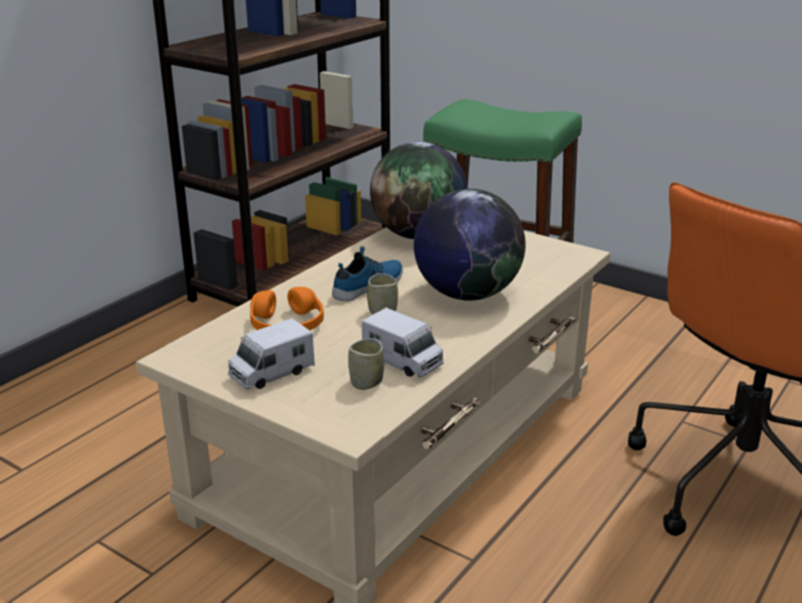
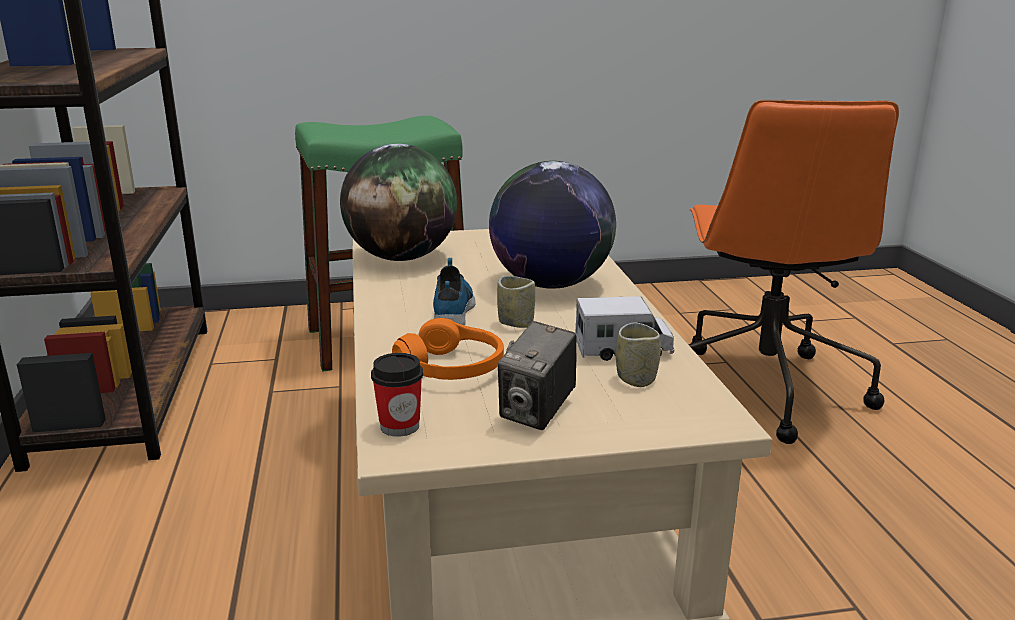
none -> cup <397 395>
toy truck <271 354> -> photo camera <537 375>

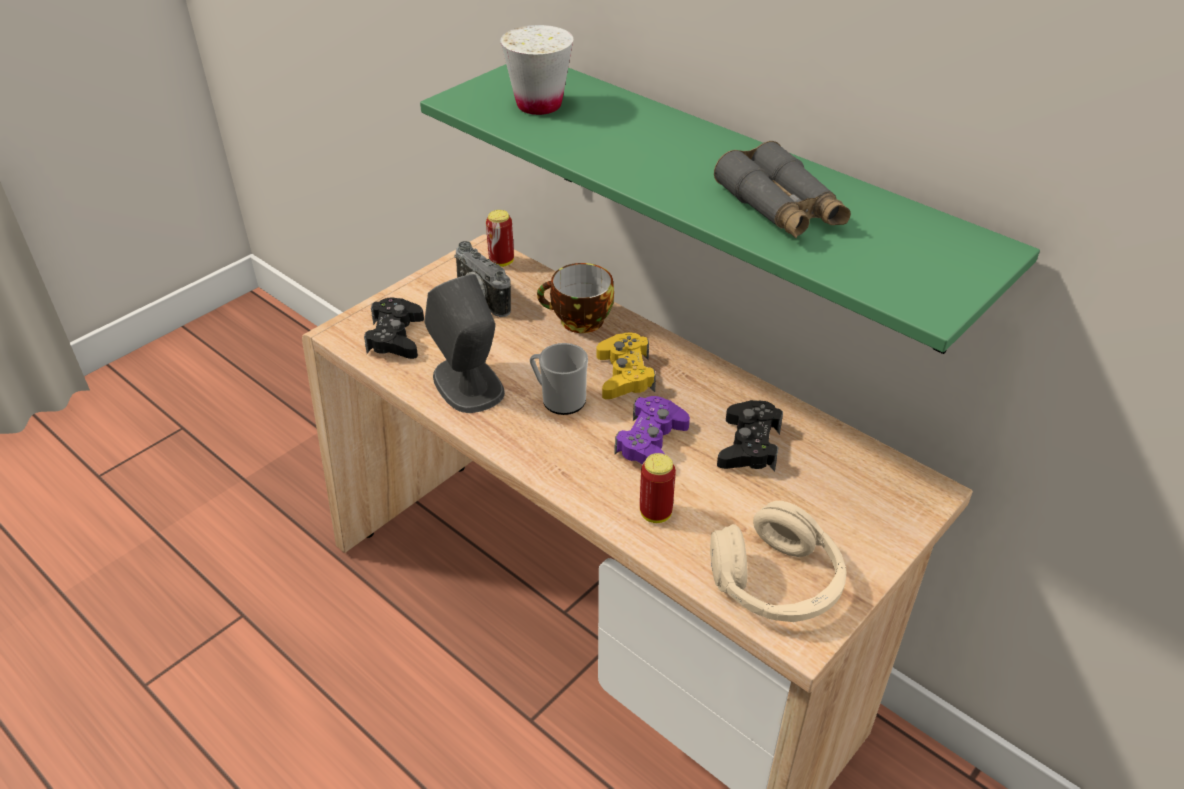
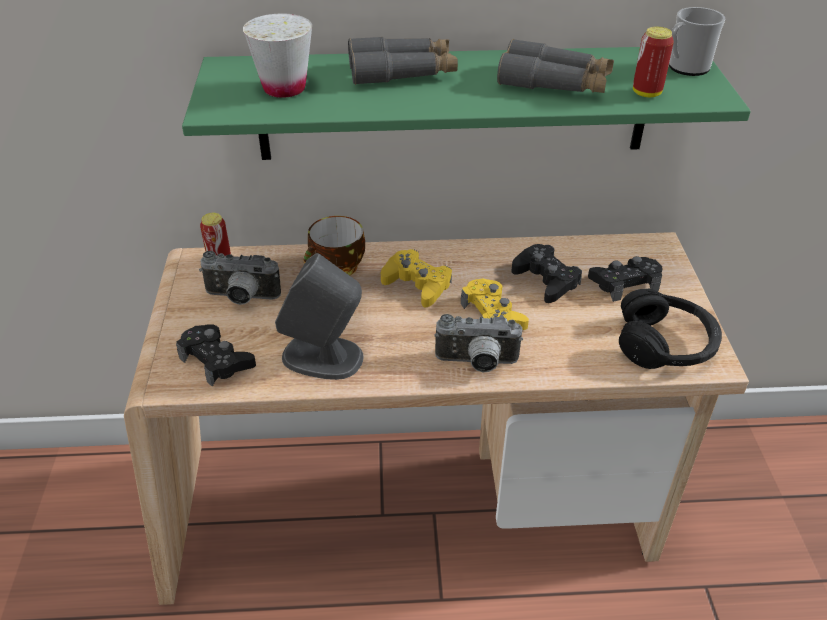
none -> binoculars/grey <403 61>
none -> photo camera <478 343>
none -> game controller/black <625 279>
mug <559 379> -> mug <697 41>, move
can <658 488> -> can <653 62>, move
game controller/purple <652 430> -> game controller/yellow <495 304>
headphones/beige <778 561> -> headphones/black <670 328>

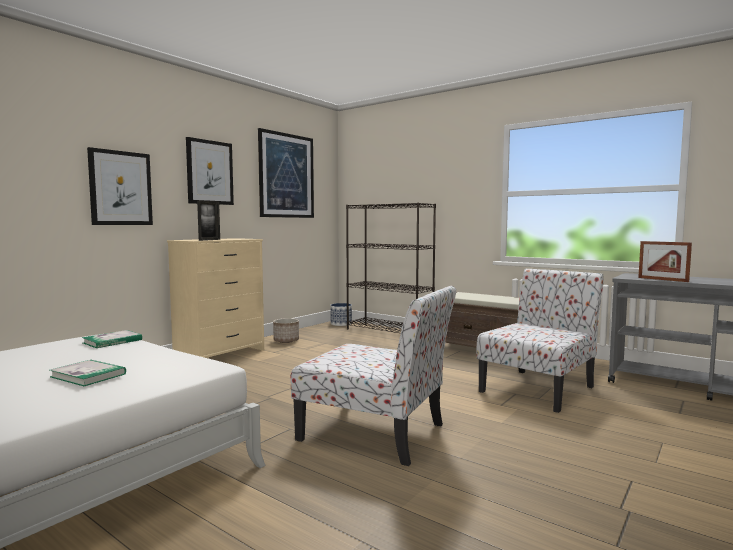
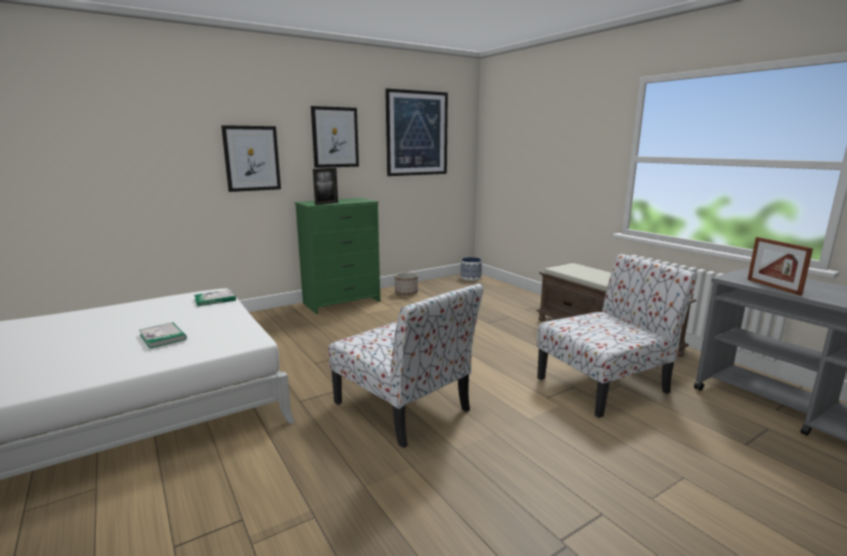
bookcase/black <391 268> -> none
dresser/beige <215 298> -> dresser/green <337 256>

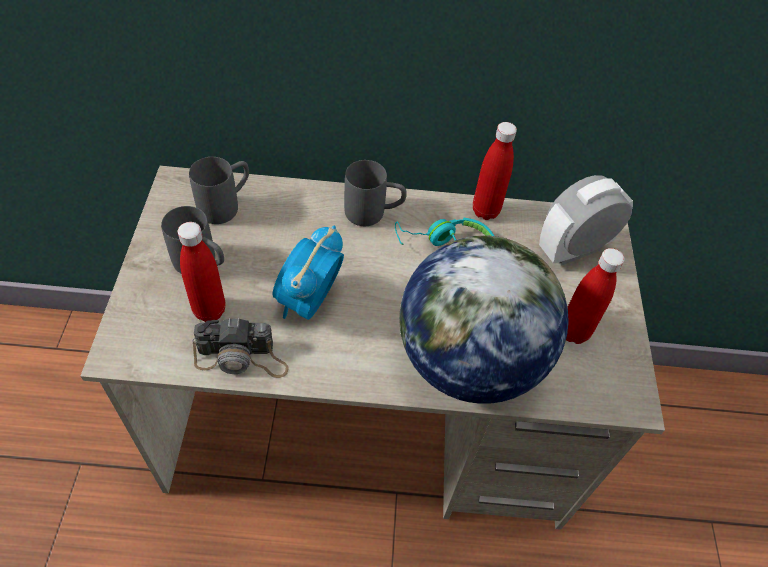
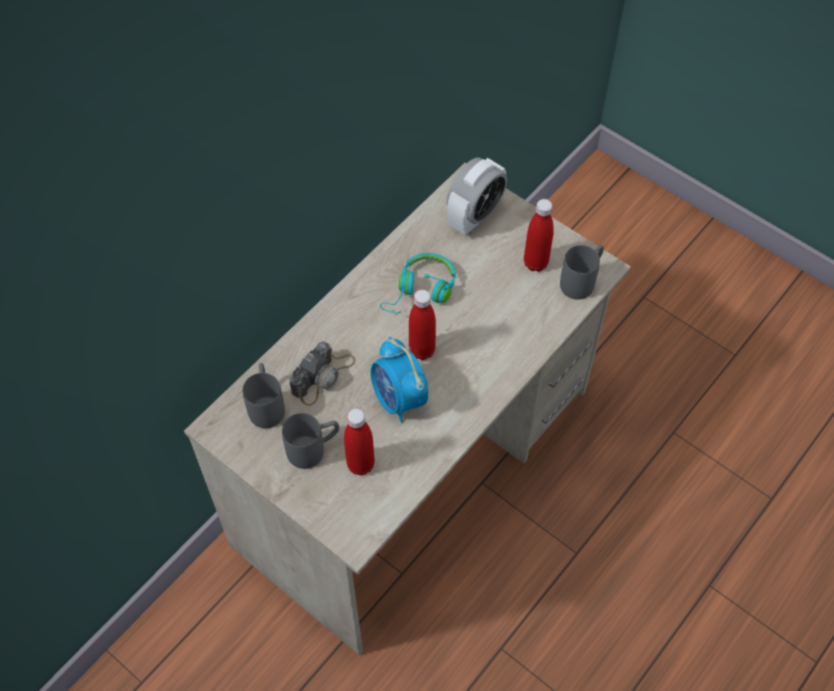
globe <484 319> -> none
photo camera <240 348> -> photo camera <323 373>, move
mug/grey <375 193> -> mug/grey <582 272>, move
bottle/red <495 171> -> bottle/red <422 324>, move
alarm clock <586 220> -> alarm clock <477 196>, 150 degrees counterclockwise

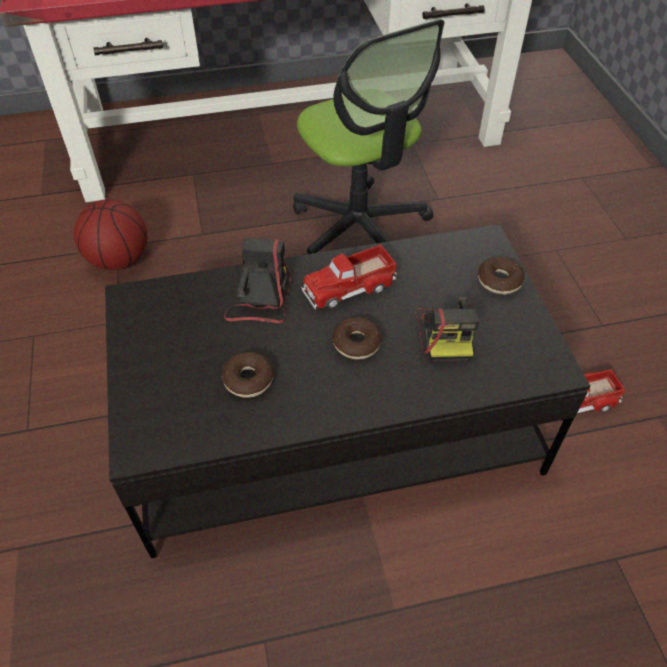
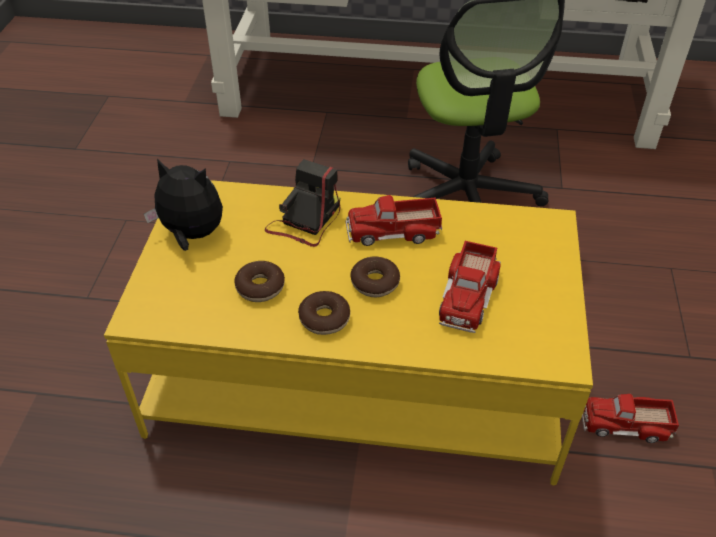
basketball <110 235> -> none
none -> plush toy <183 205>
donut <501 276> -> donut <324 313>, move
photo camera <447 329> -> toy truck <470 287>
coffee table/black <347 391> -> coffee table/yellow <348 333>

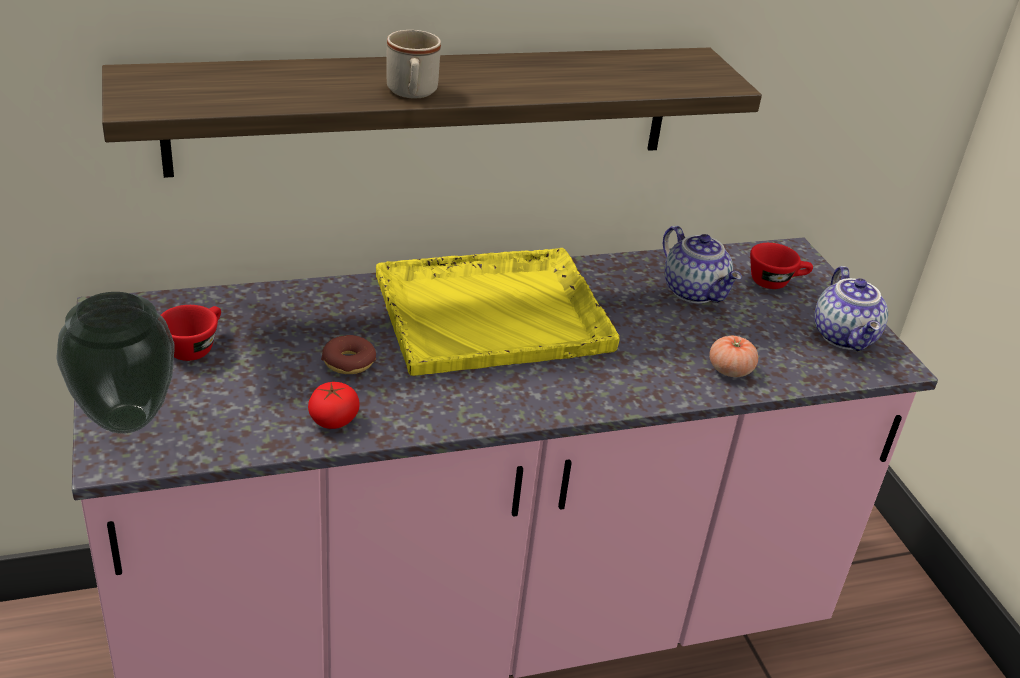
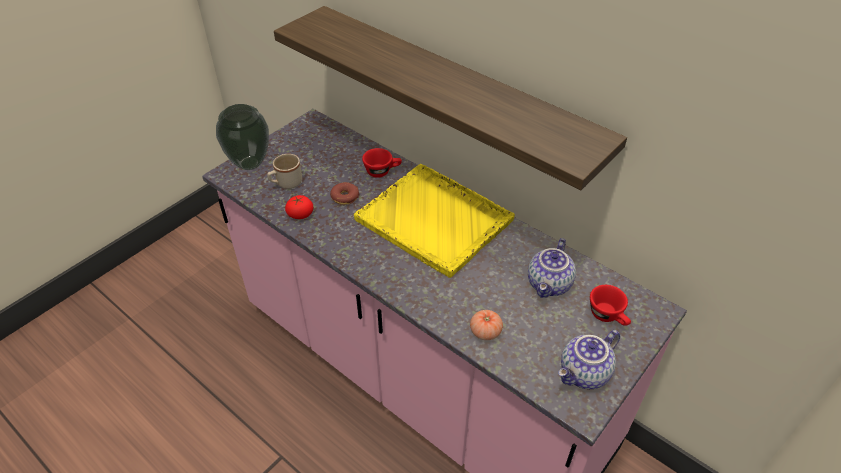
cup/red <191 333> -> cup/red <382 163>, move
mug/beige <414 64> -> mug/beige <284 171>, move

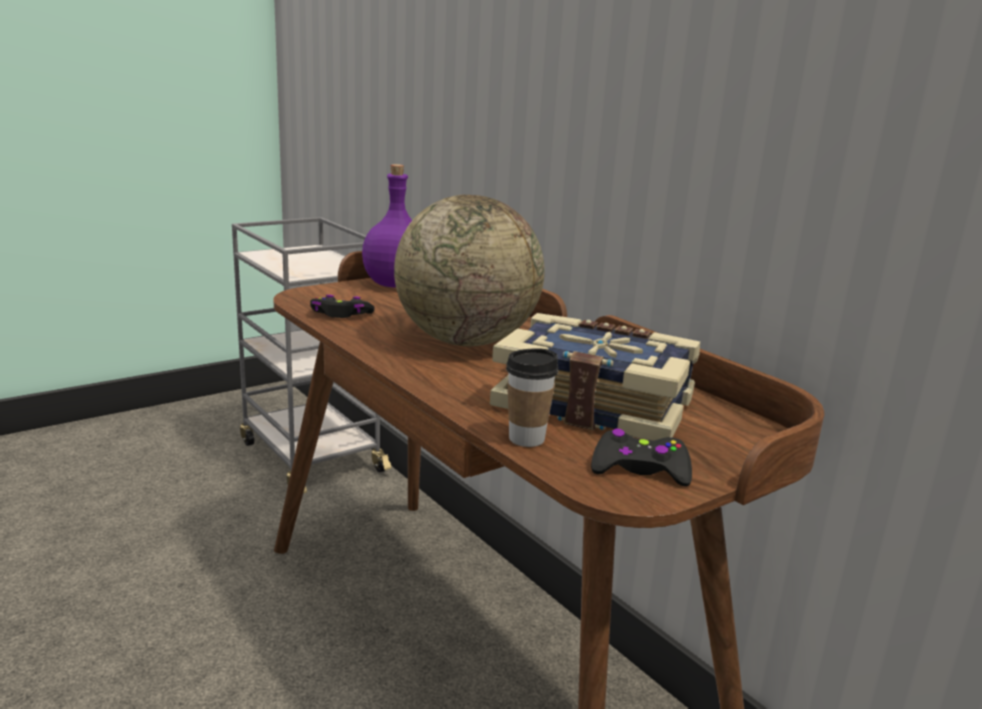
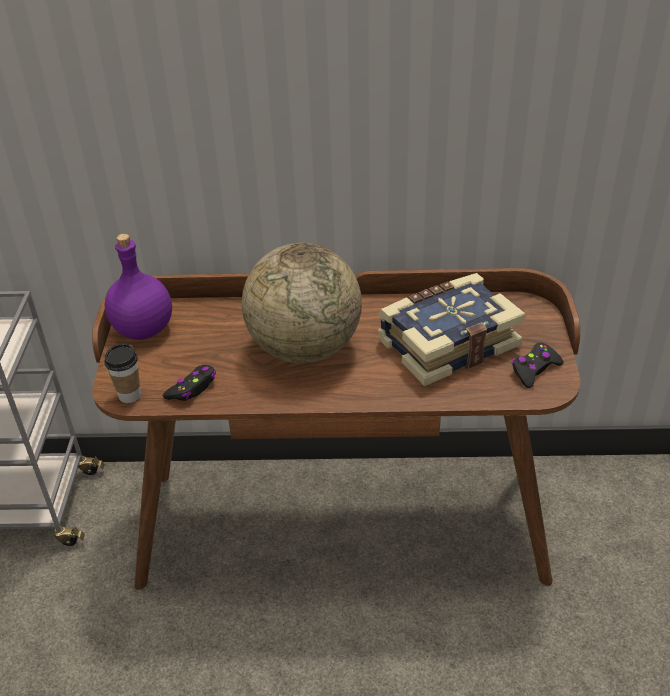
cup <532 397> -> cup <122 373>, move

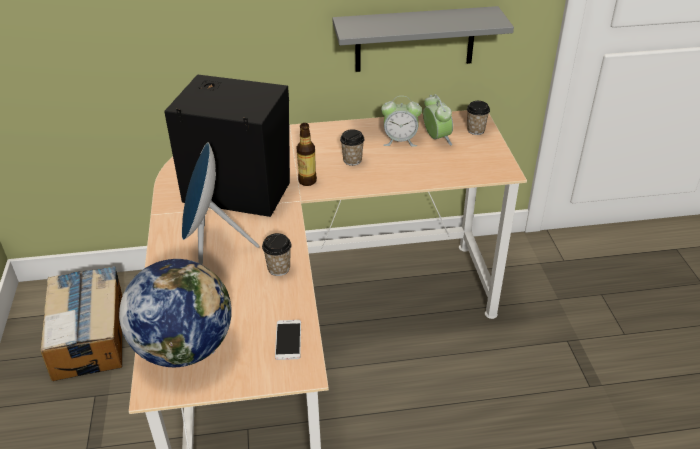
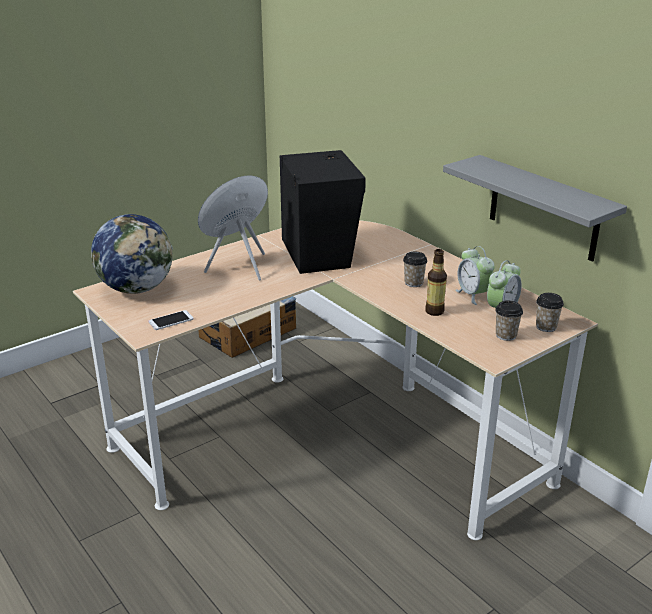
cup <277 254> -> cup <509 321>, move
bottle <306 154> -> bottle <436 282>, move

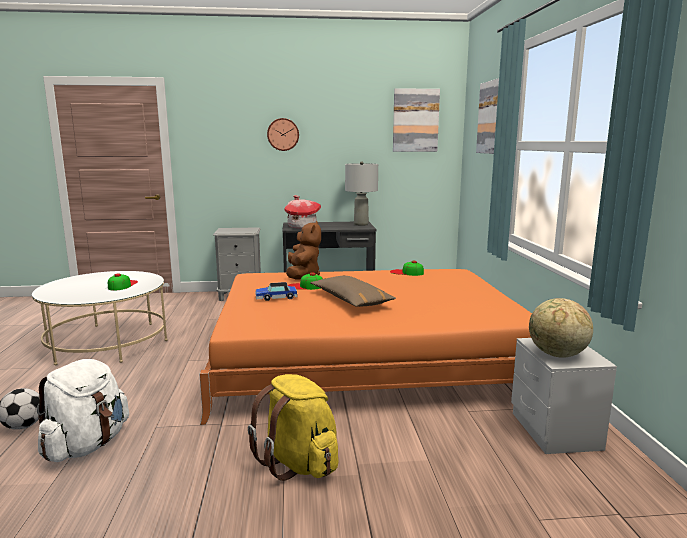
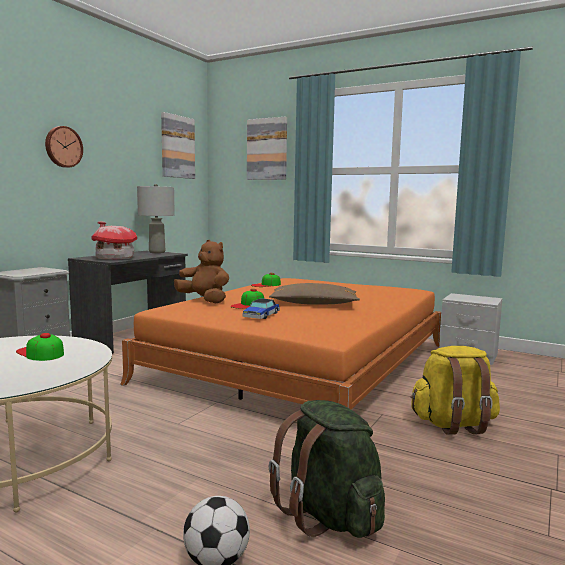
globe <561 328> -> none
backpack/white <83 410> -> backpack/green <327 469>

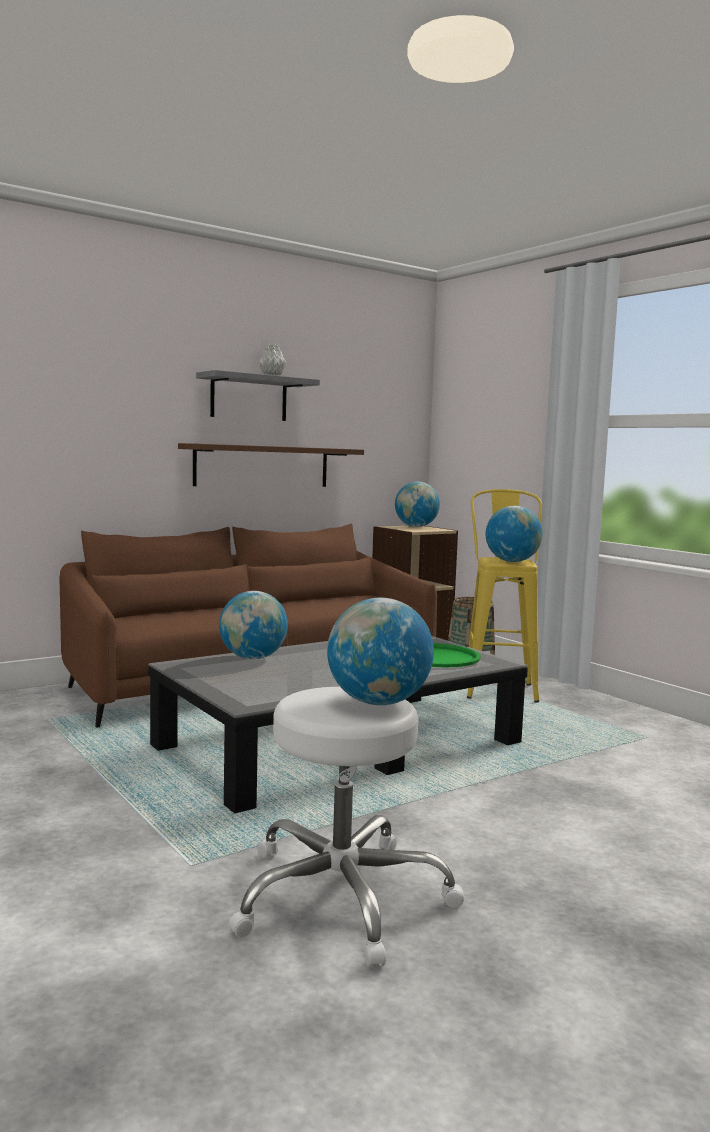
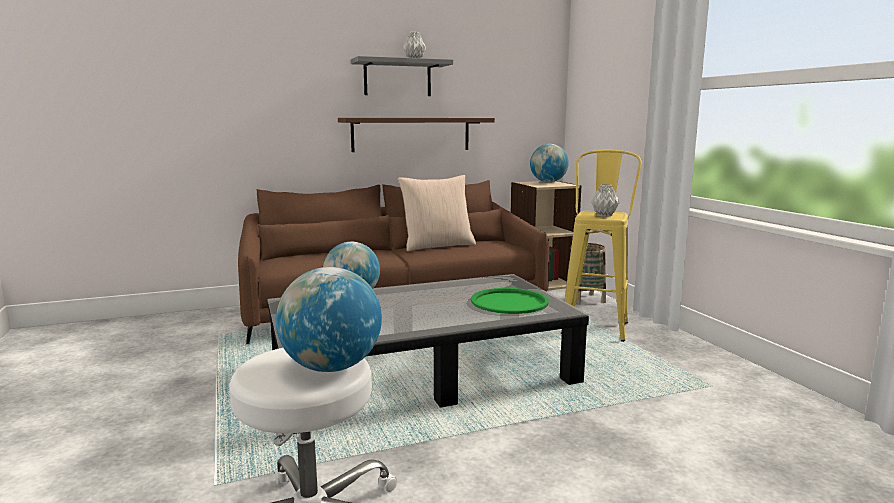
none -> pillow/beige <437 213>
globe <514 534> -> vase/grey <605 200>

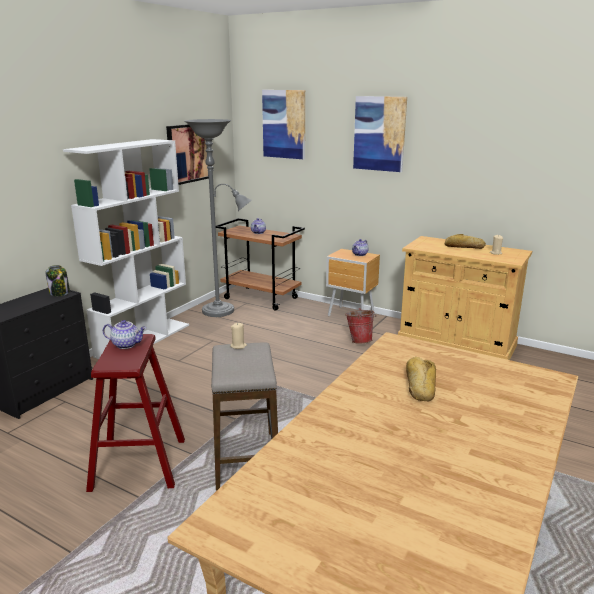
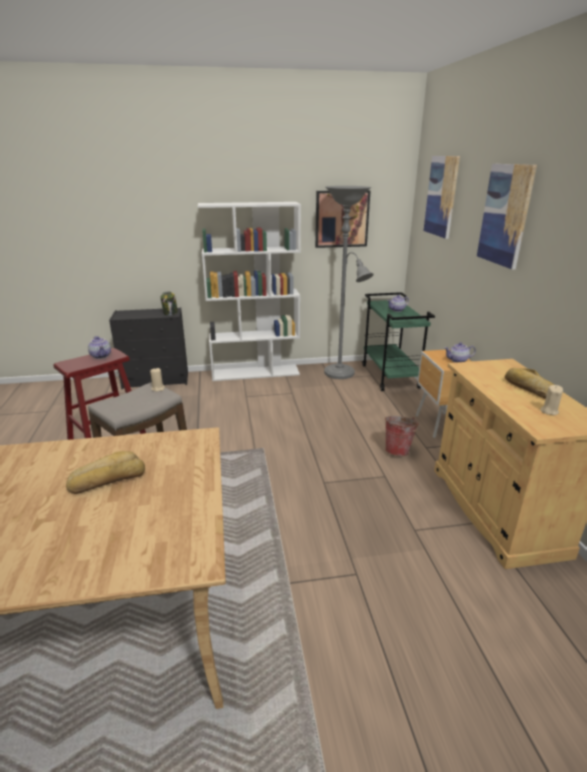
cart/brown <260 264> -> cart/green <398 341>

